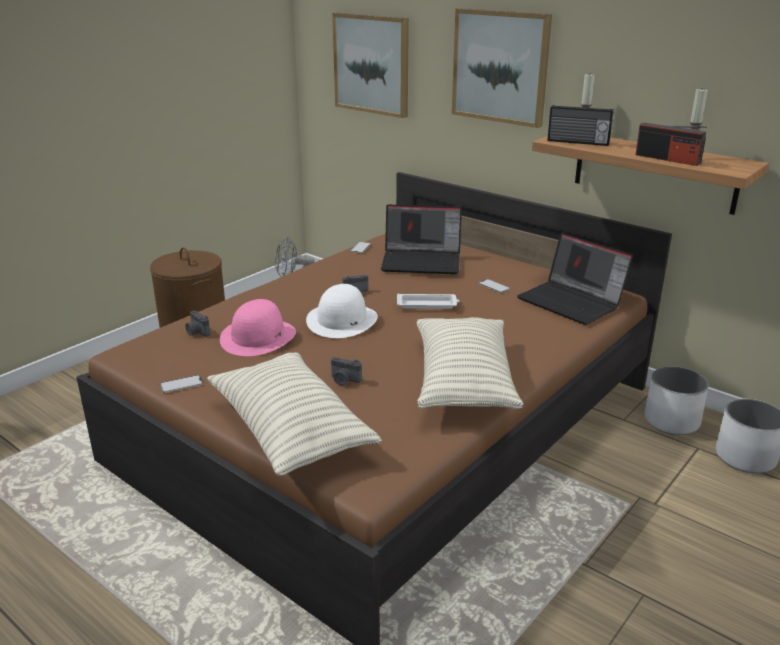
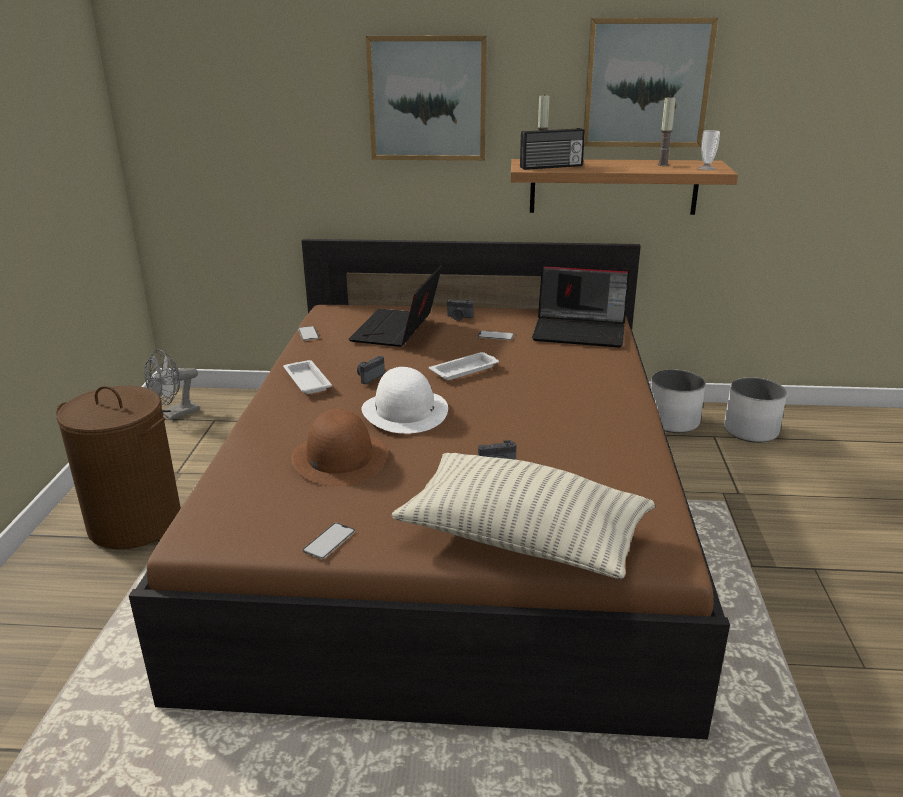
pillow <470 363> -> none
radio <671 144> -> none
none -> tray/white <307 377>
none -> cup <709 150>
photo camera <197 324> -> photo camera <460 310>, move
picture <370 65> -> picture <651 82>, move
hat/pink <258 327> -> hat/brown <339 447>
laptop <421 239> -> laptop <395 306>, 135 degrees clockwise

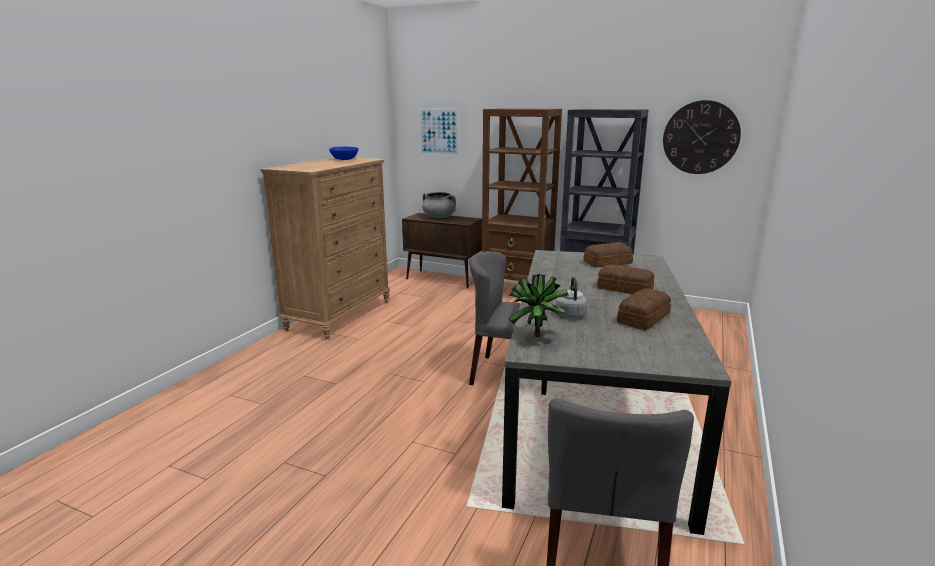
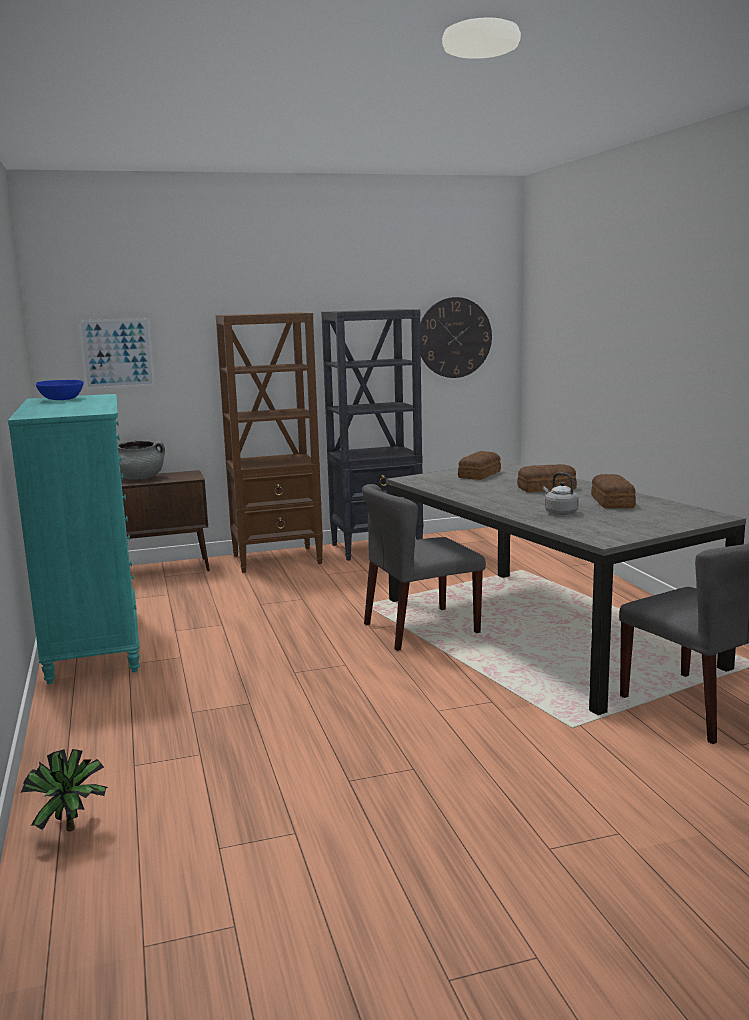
potted plant <538 305> -> potted plant <64 790>, move
dresser/brown <325 249> -> dresser/turquoise <74 539>

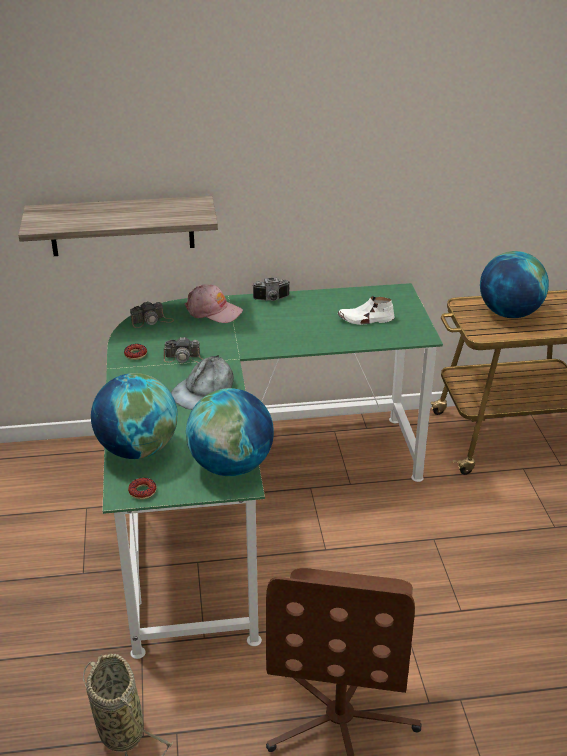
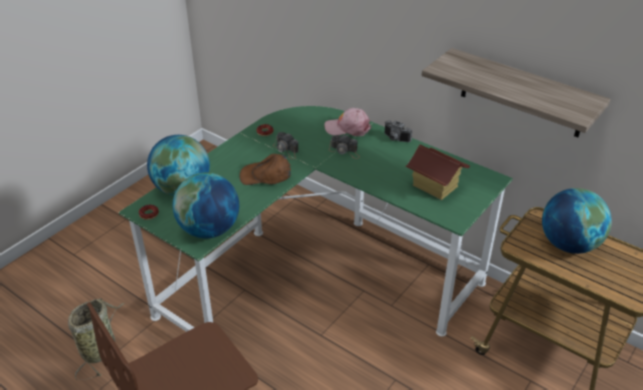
shelf <118 226> -> shelf <516 92>, move
photo camera <152 315> -> photo camera <344 146>, move
shoe/white <366 310> -> toy house <437 172>
cap/grey <202 382> -> cap/brown <265 169>
cap/pink <214 303> -> cap/pink <347 122>, 120 degrees clockwise

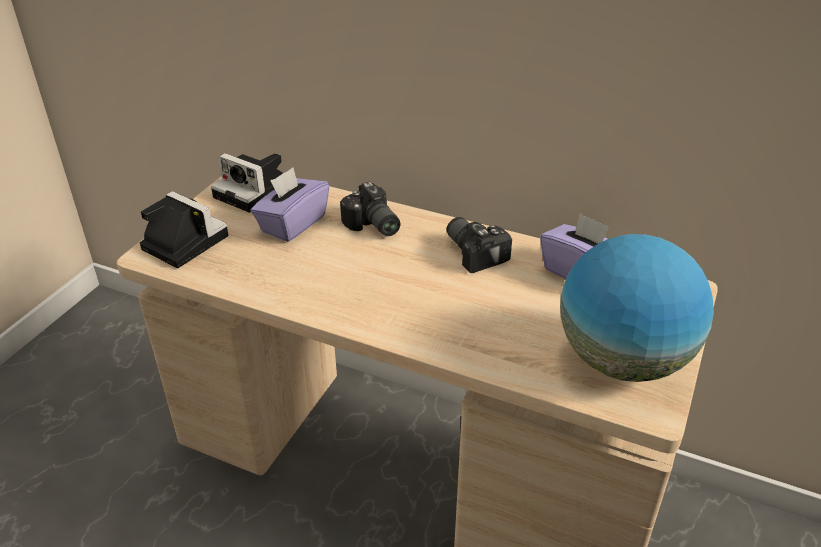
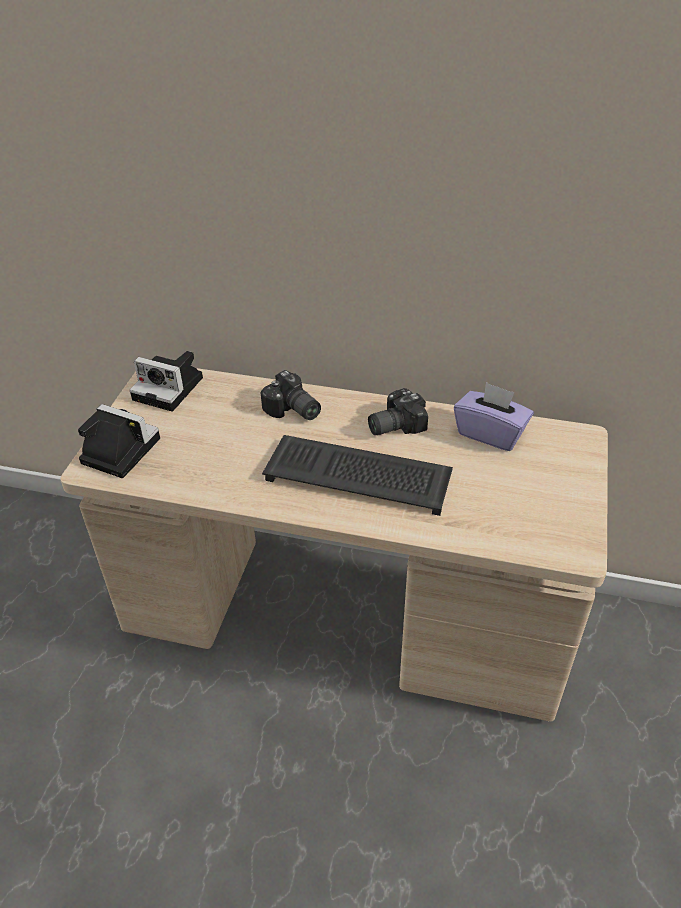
tissue box/purple <290 204> -> none
globe <637 308> -> none
none -> keyboard <357 475>
photo camera <479 245> -> photo camera <398 411>, 75 degrees counterclockwise

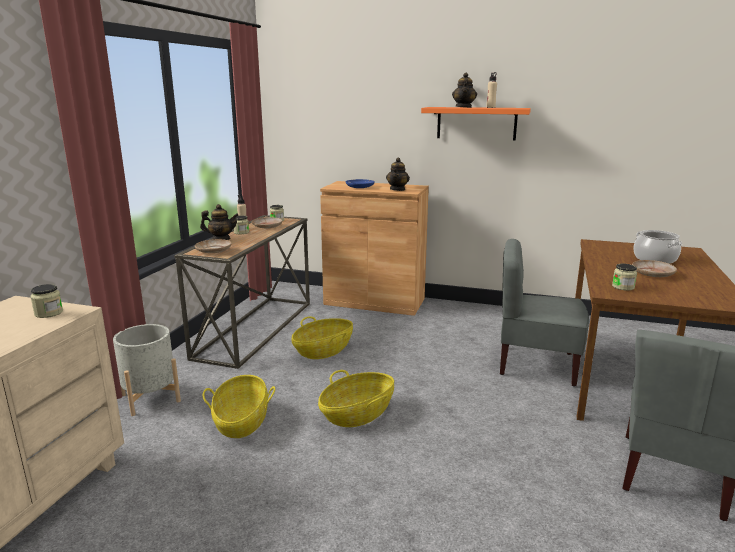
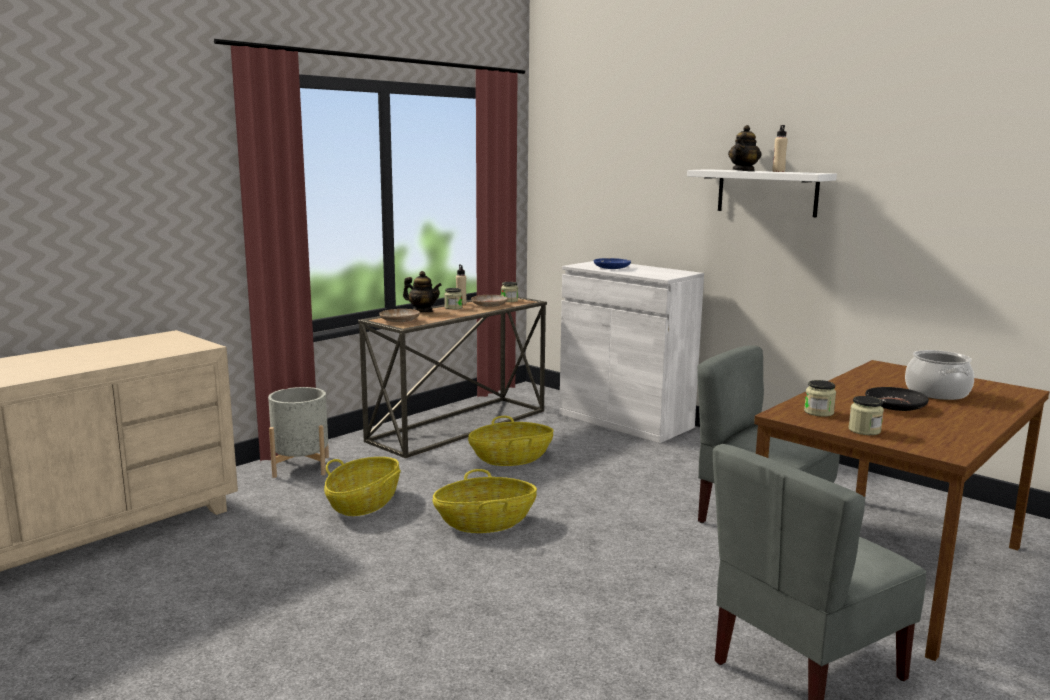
teapot <398 174> -> none
jar <46 301> -> jar <866 415>, move
cabinet/brown <374 248> -> cabinet/white <631 352>
shelf/orange <476 123> -> shelf/white <762 193>
plate/beige <654 268> -> plate/black <897 399>

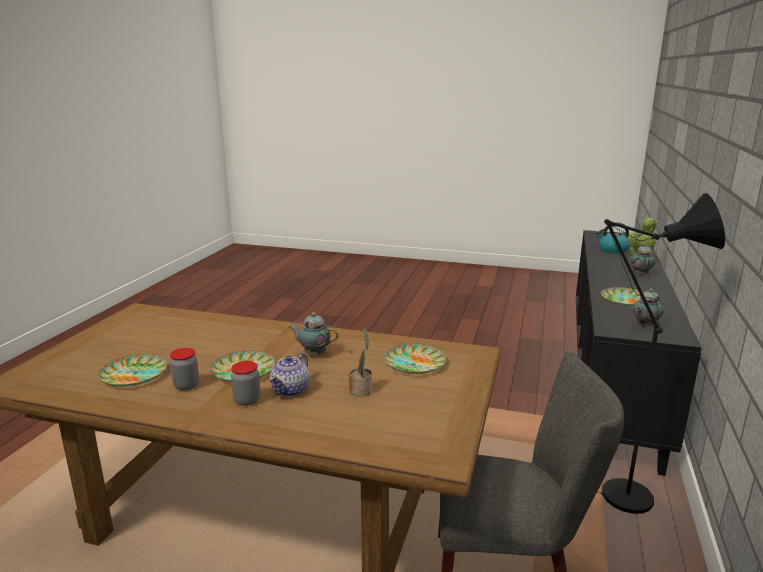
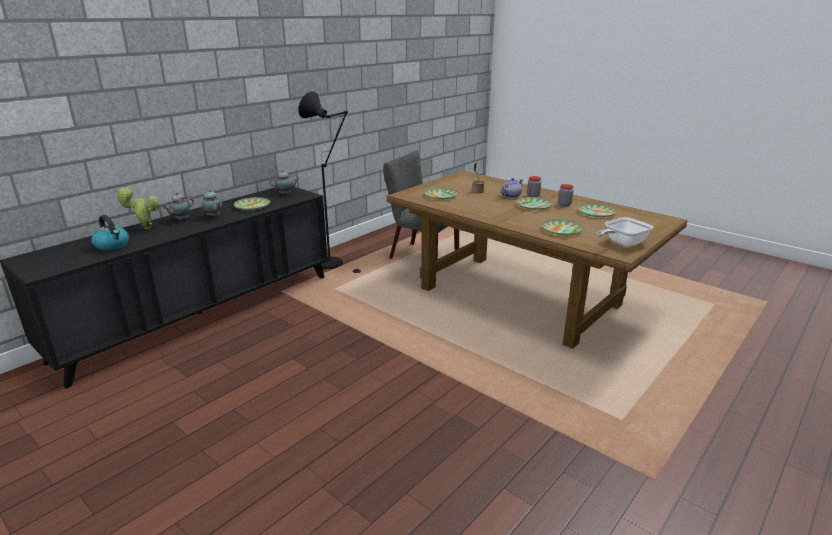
none -> plate <562 227>
none -> frying pan <625 231>
teapot <313 334> -> teapot <212 203>, move

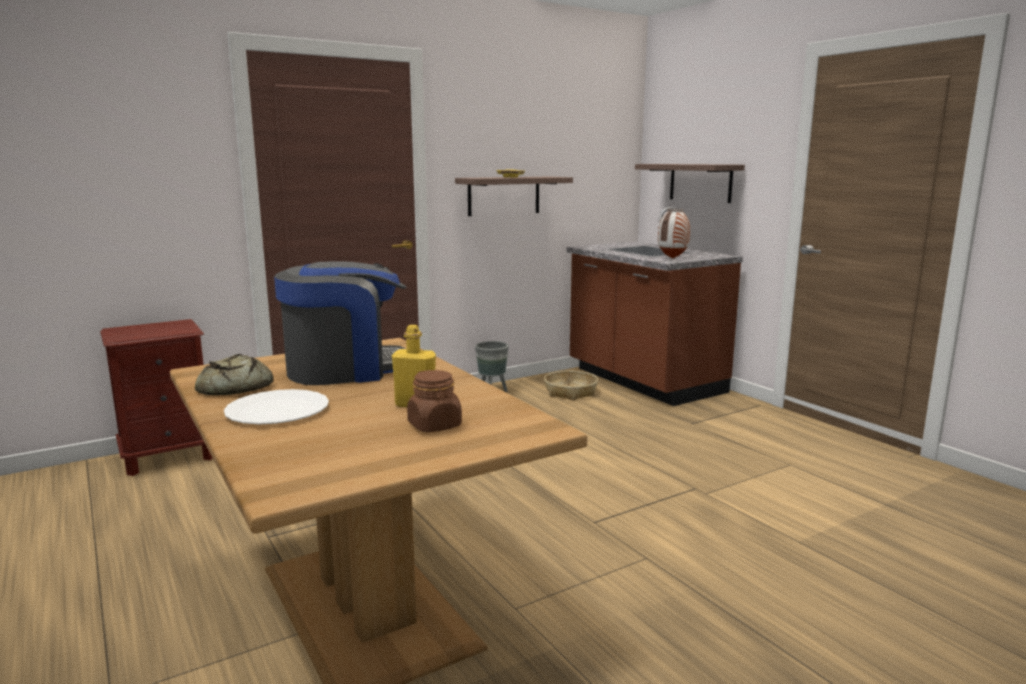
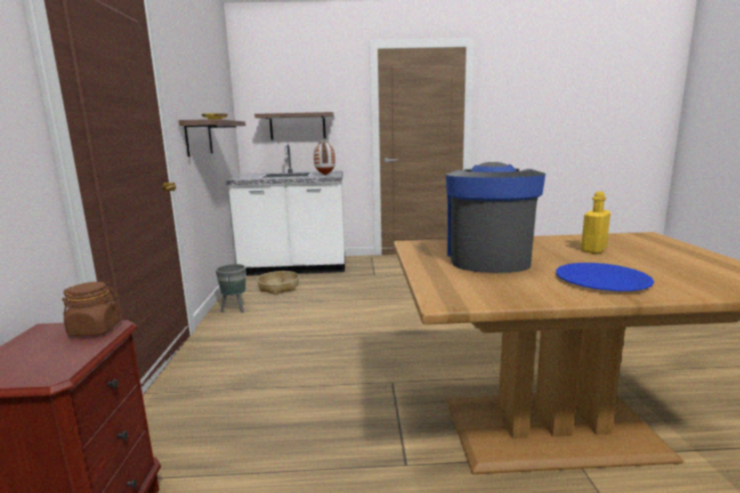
bread <234 374> -> none
jar/brown <434 401> -> jar/brown <91 309>, move
plate/white <276 406> -> plate/blue <605 277>
counter/brown <655 306> -> counter/white <285 210>

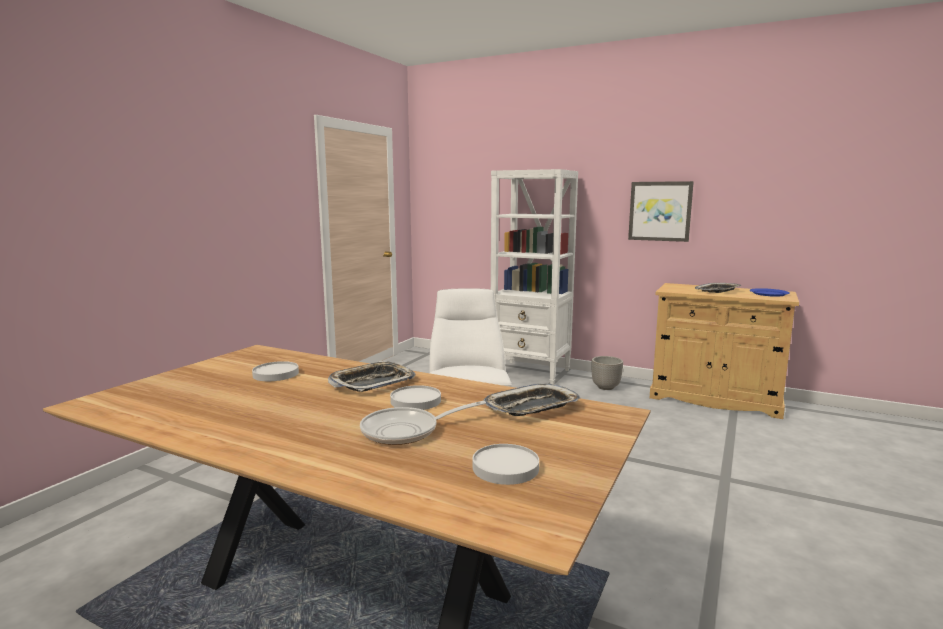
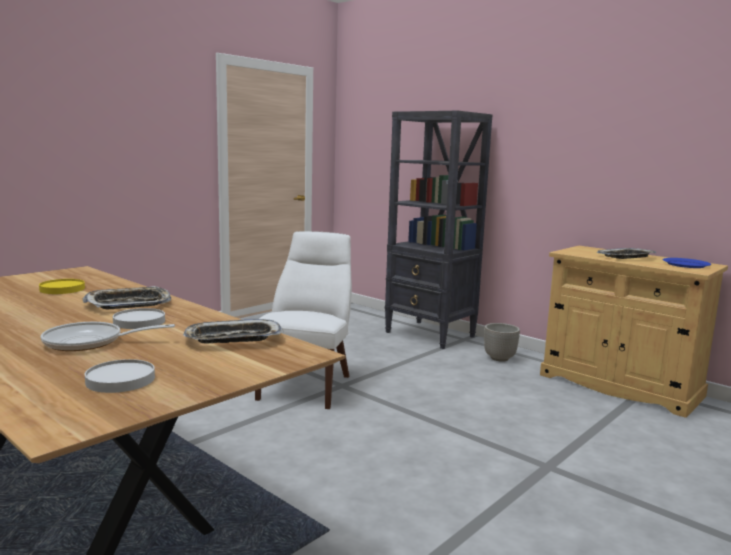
picture <661 211> -> none
plate/white <275 371> -> plate/yellow <62 286>
bookcase/white <534 277> -> bookcase/black <439 229>

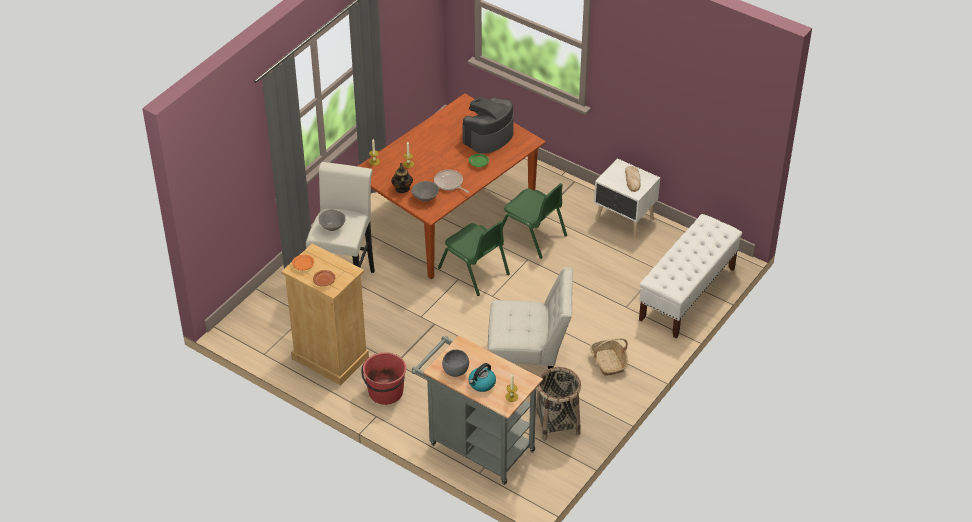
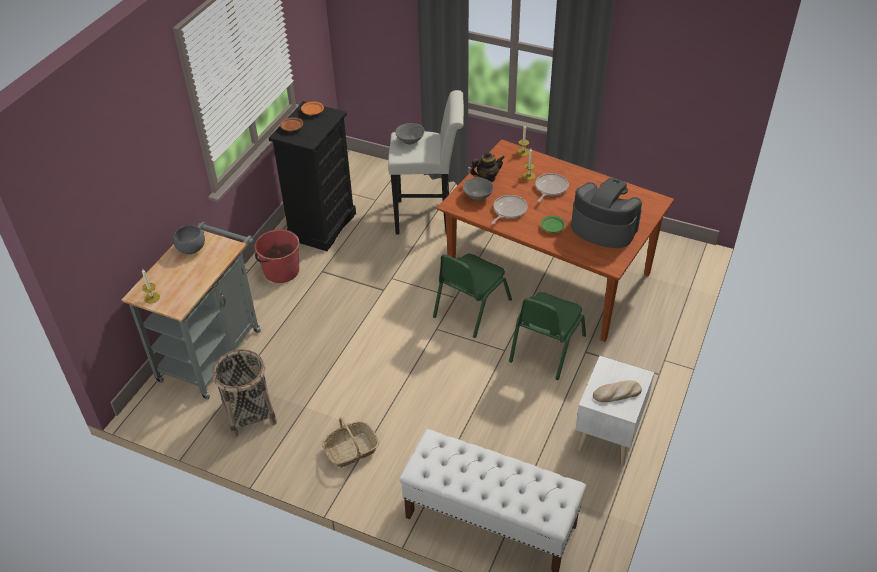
kettle <482 377> -> none
chair/white <530 318> -> none
none -> frying pan <552 187>
dresser/beige <325 314> -> dresser/black <312 176>

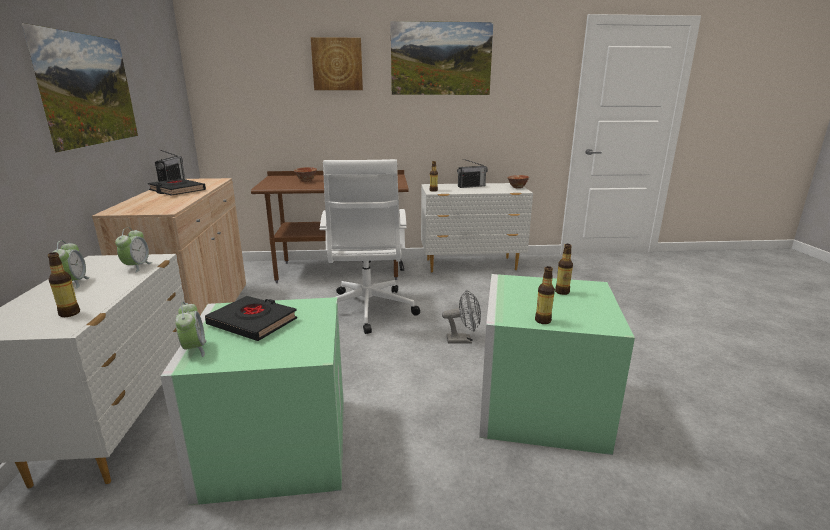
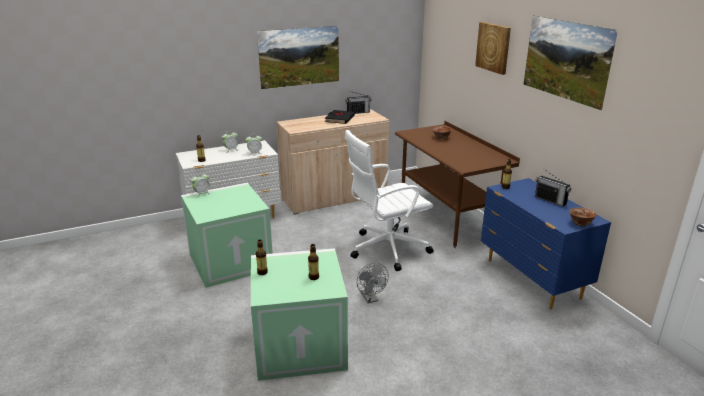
book/black <251 318> -> none
dresser/white <477 227> -> dresser/blue <546 243>

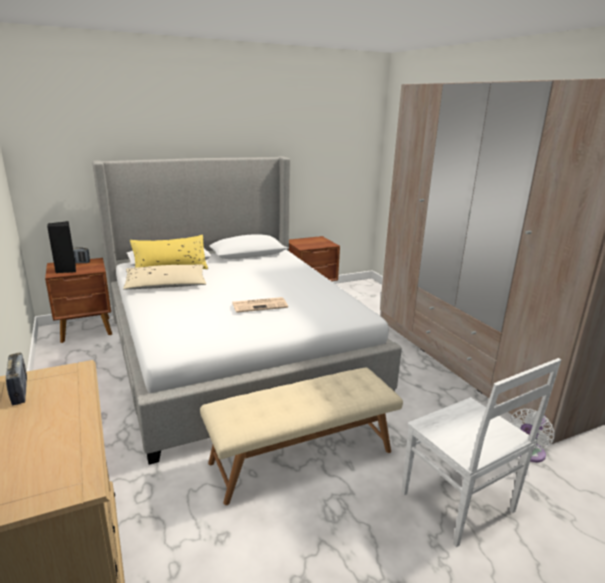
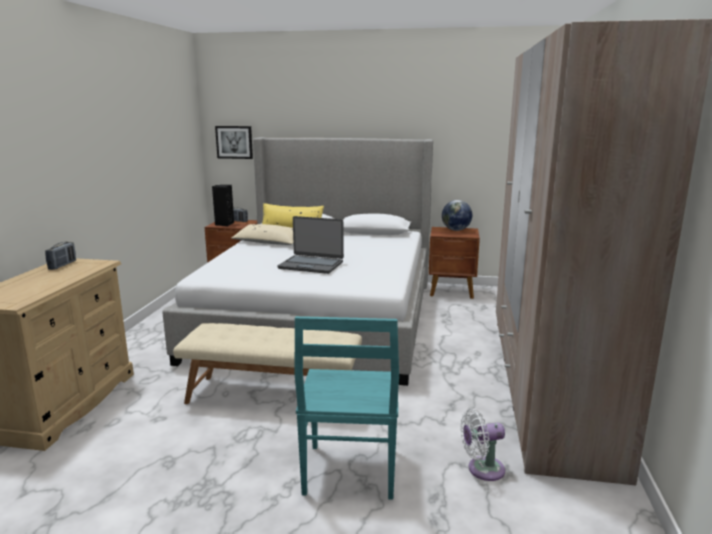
none -> picture <234 142>
none -> globe <457 215>
newspaper <260 305> -> laptop <311 245>
chair/white <482 452> -> chair/turquoise <346 408>

